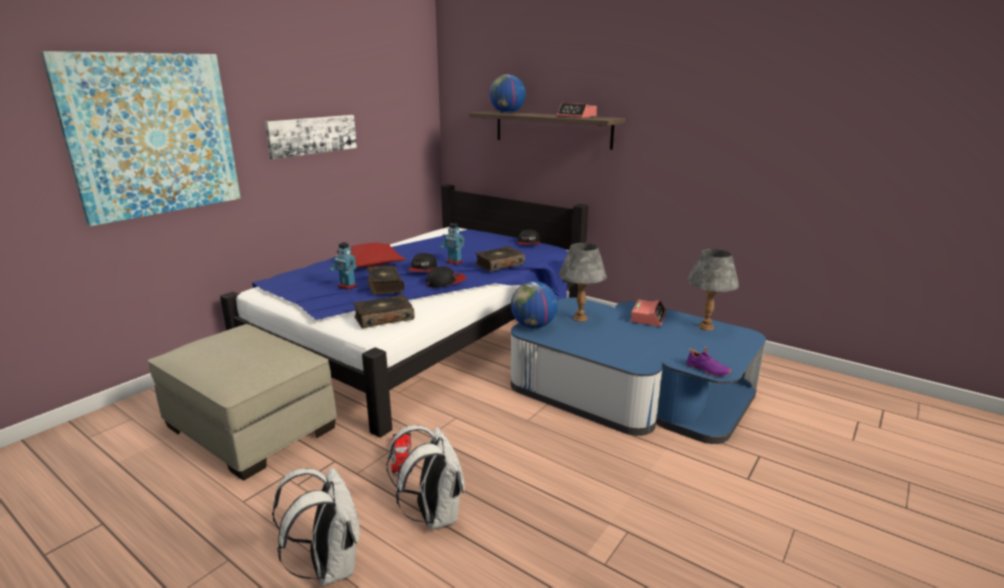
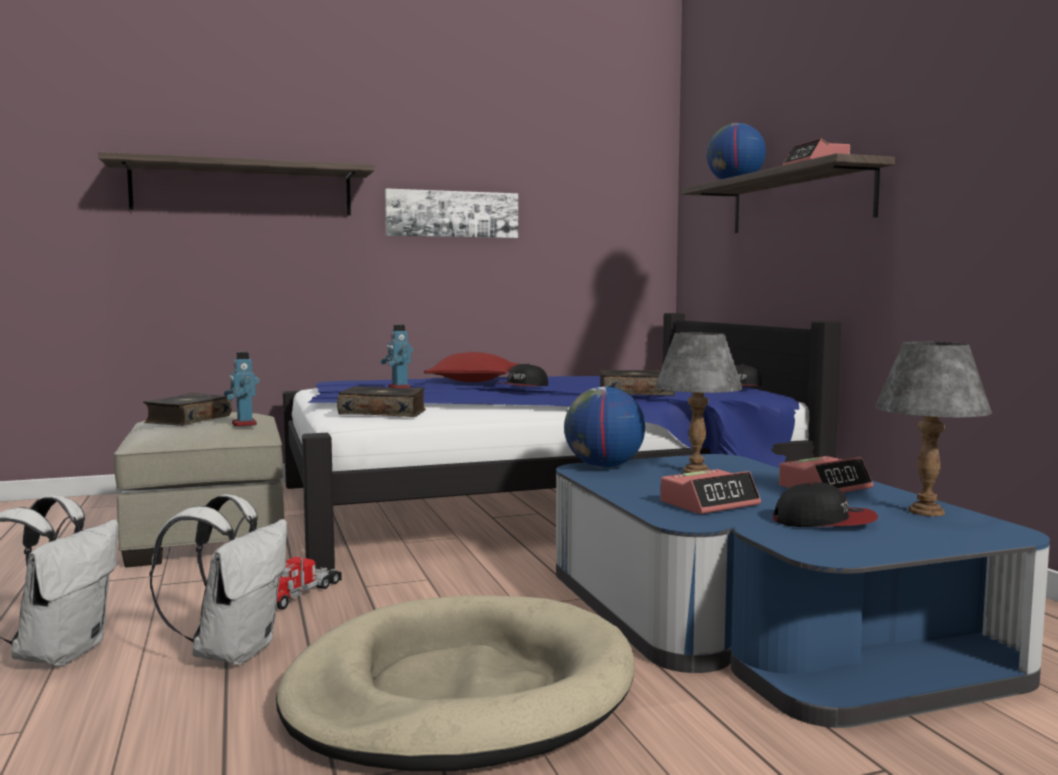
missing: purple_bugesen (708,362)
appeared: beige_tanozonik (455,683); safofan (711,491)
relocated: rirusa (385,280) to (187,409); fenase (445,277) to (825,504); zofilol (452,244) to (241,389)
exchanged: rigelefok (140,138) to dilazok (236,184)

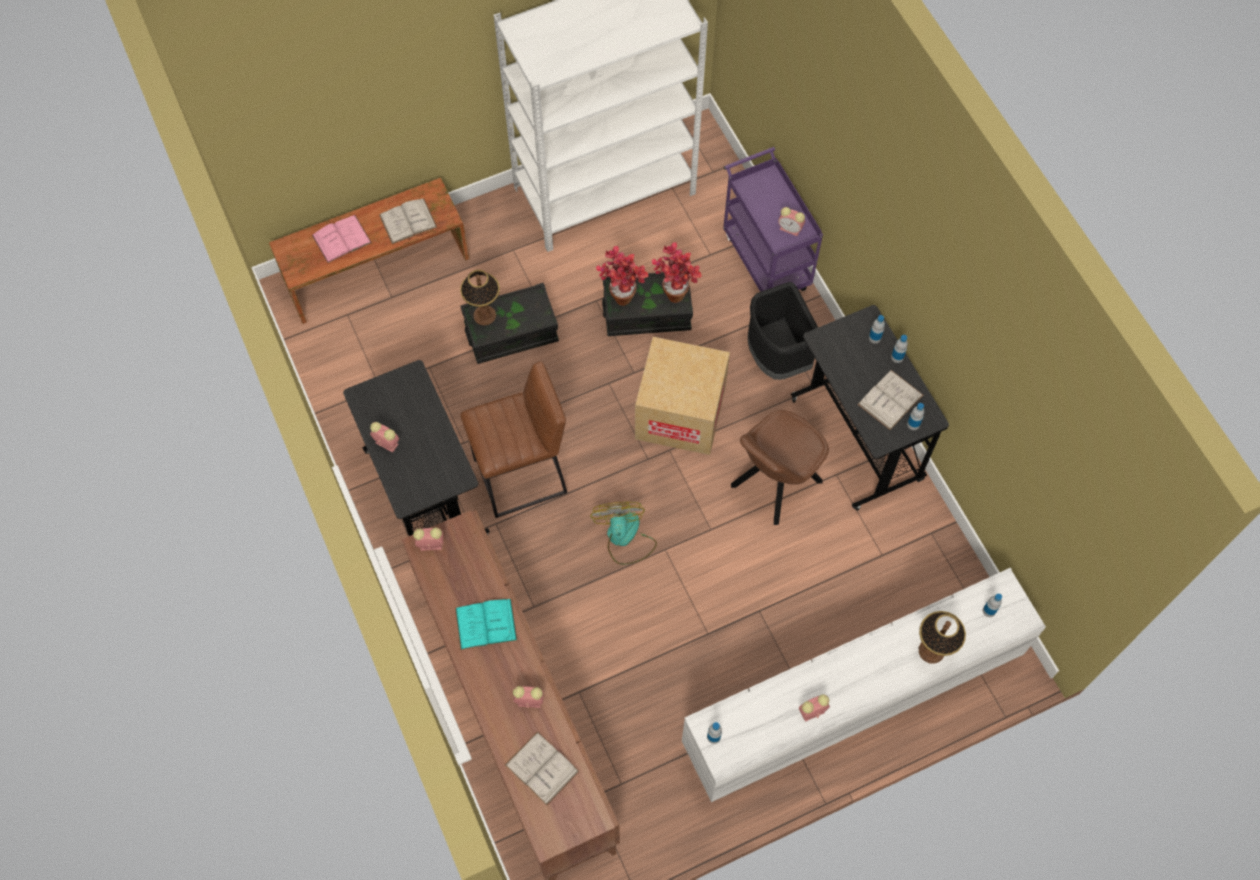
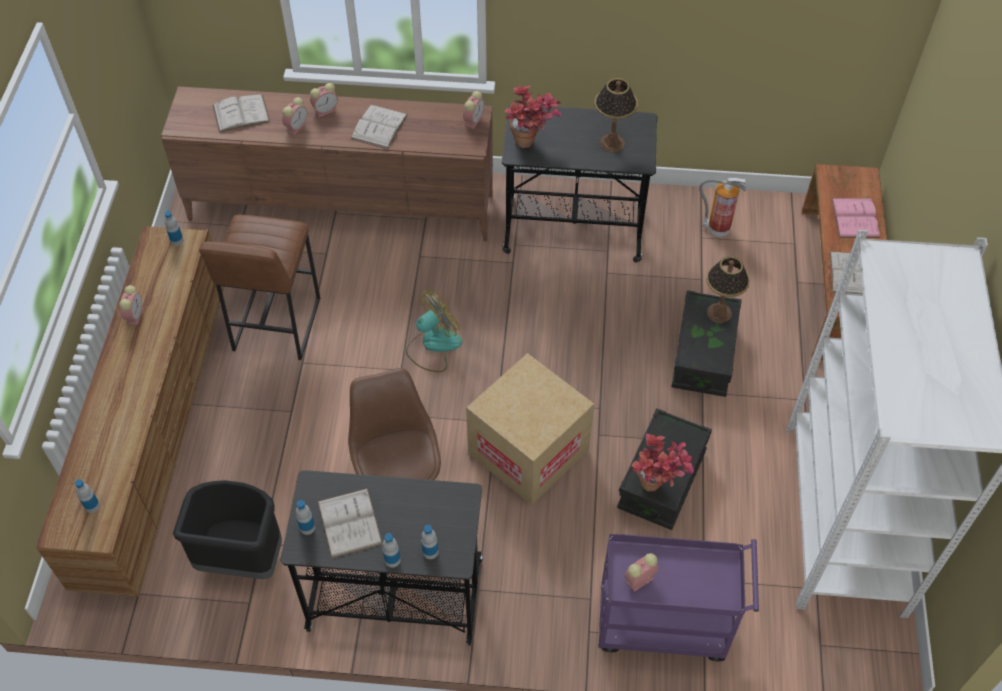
appeared: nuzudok (723,207)
relocated: safofan (384,437) to (324,100); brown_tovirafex (513,440) to (259,287); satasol (622,276) to (532,117); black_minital (783,331) to (227,529); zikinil (942,637) to (616,115)
colour: turquoise_rirusa (486,624) to white_rirusa (379,126); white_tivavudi (864,685) to brown_tivavudi (130,411)
spun: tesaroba (623,533) = (434,330) 60 degrees counterclockwise

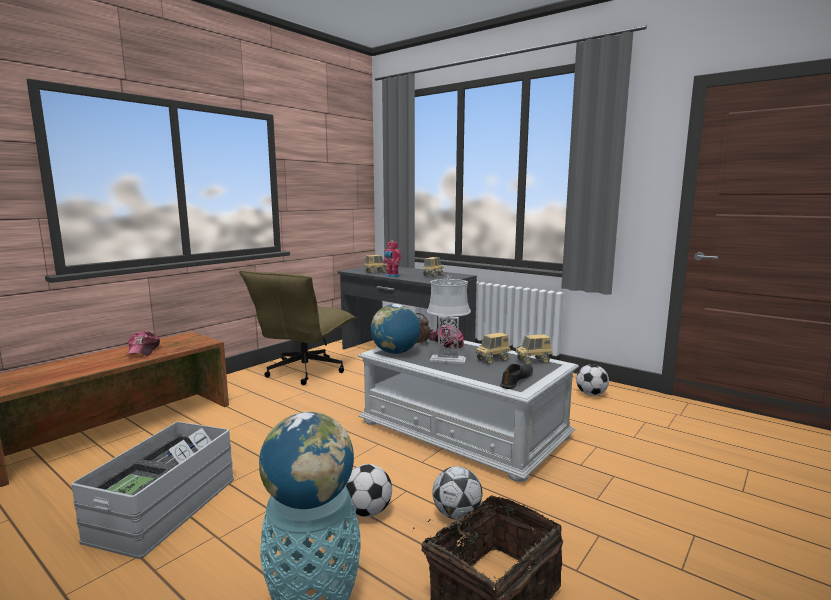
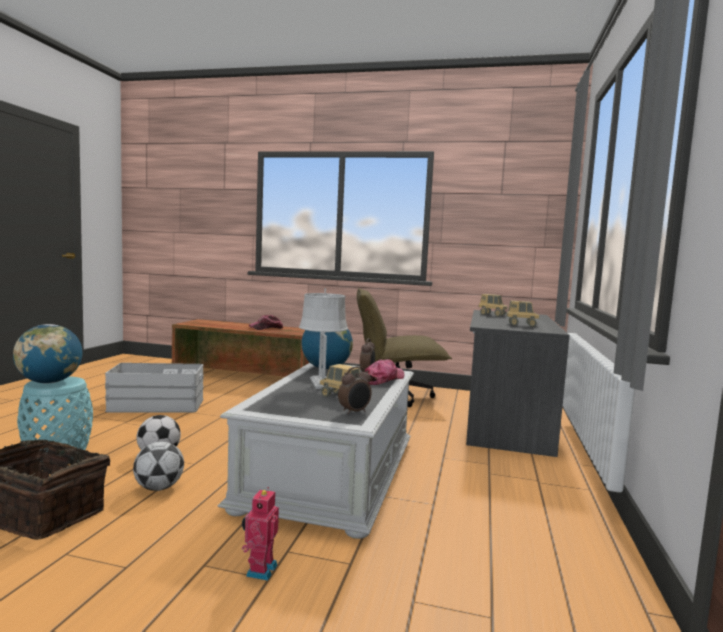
missing: black_bugesen (516,376); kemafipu (592,380)
relocated: zofilol (392,258) to (260,534)
exchanged: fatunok (534,349) to safofan (355,390)

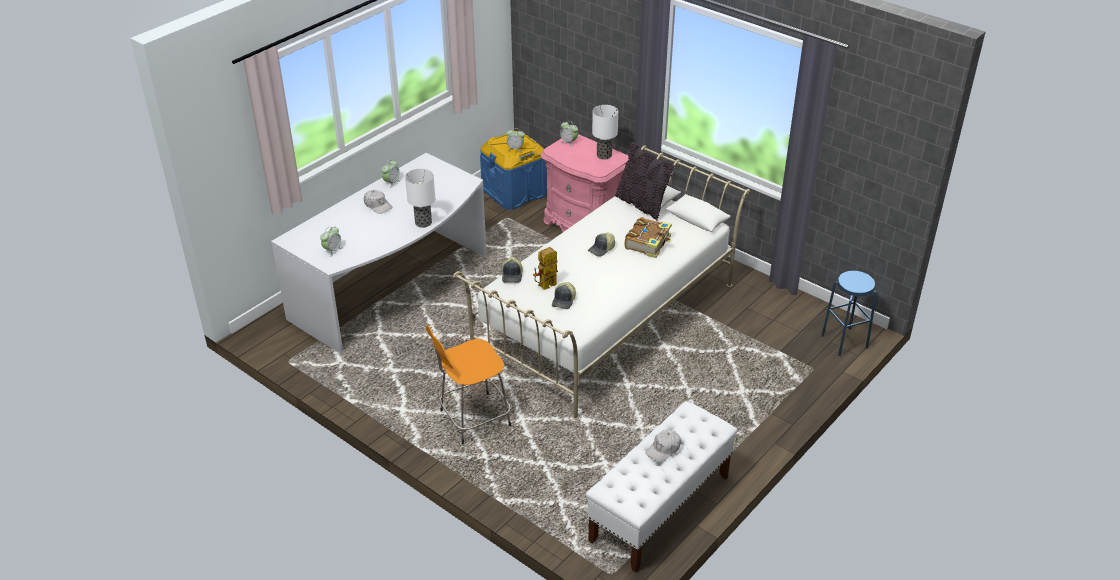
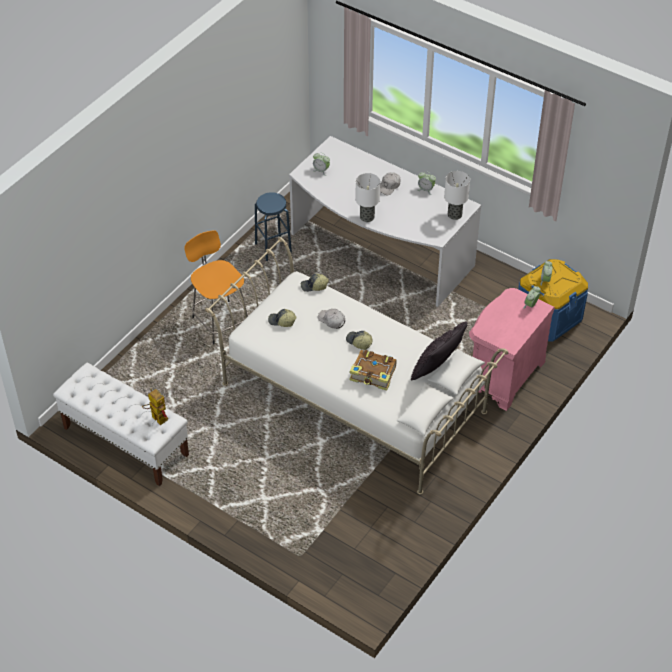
relocated: zofilol (545,268) to (155,406); zikinil (605,132) to (457,195); white_fenase (663,446) to (331,319); blue_tovirafex (849,313) to (273,226)

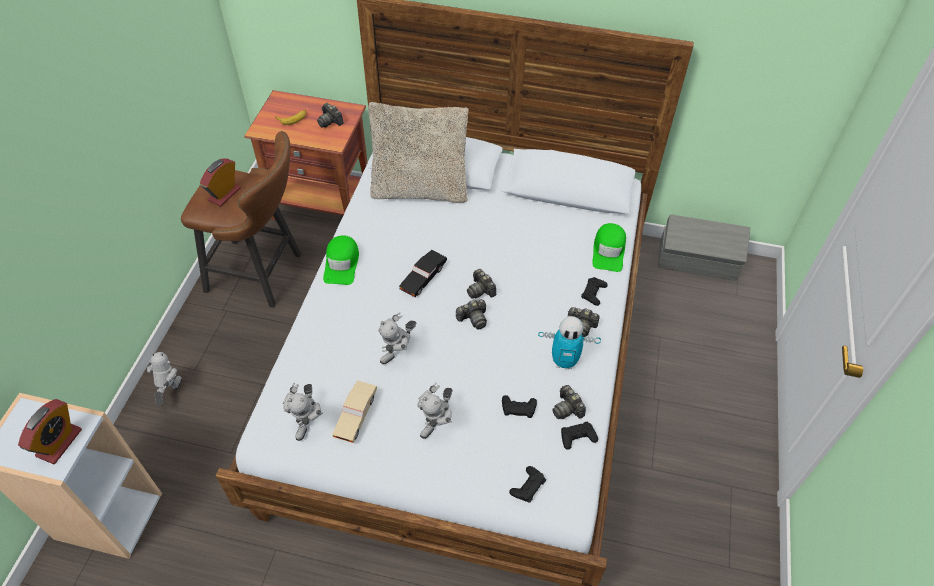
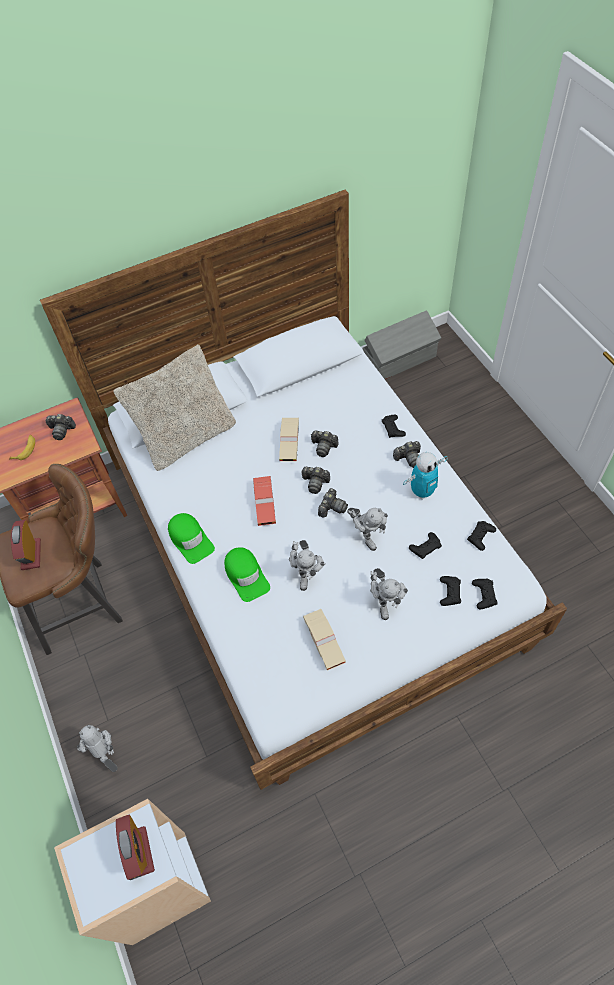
appeared: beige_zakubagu (289,440); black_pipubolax (450,591)
relocated: zofilol (303,412) to (367,529); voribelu (569,402) to (325,443); green_fenase (609,247) to (247,574)
colour: black_zakubagu (423,273) to red_zakubagu (264,501)

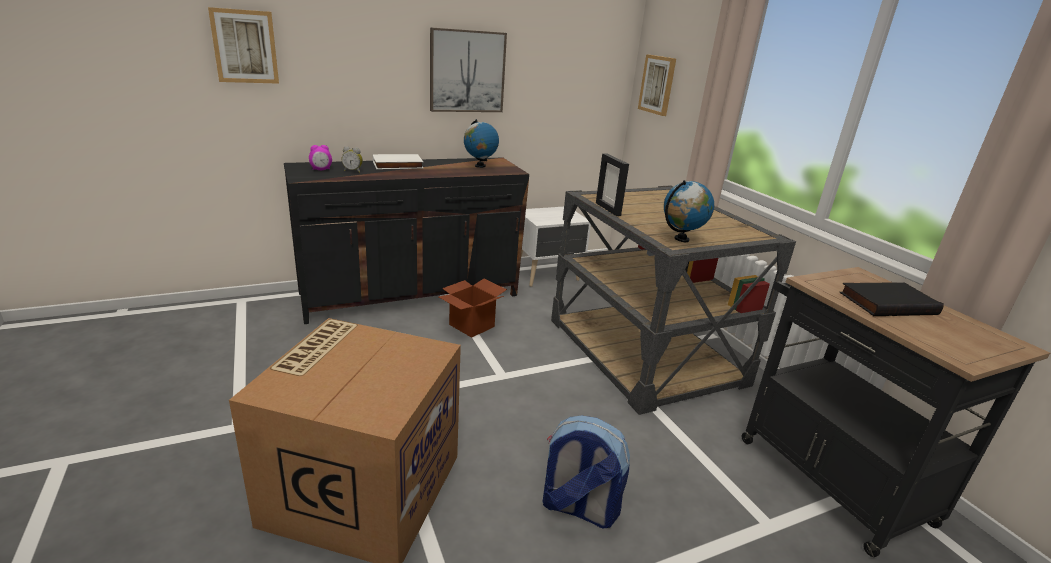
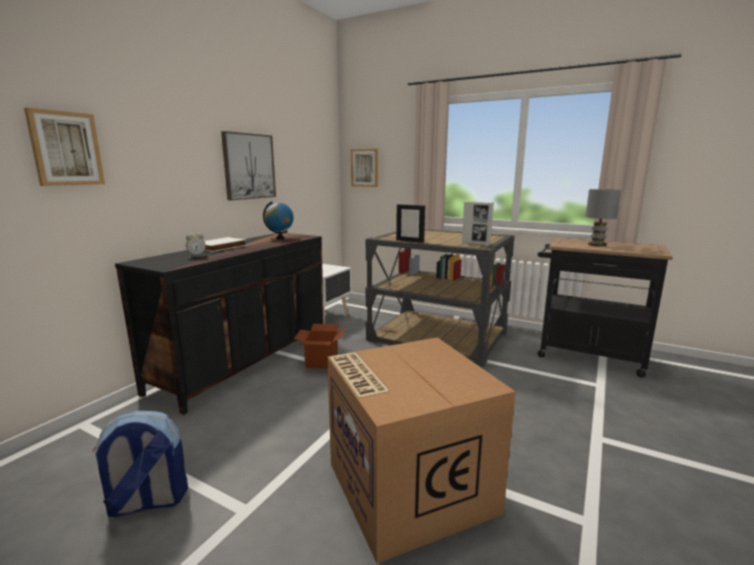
missing: safofan (320,157)
relocated: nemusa (586,472) to (140,463)
exchanged: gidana (689,211) to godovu (478,223); black_rirusa (891,299) to grey_zikinil (603,218)

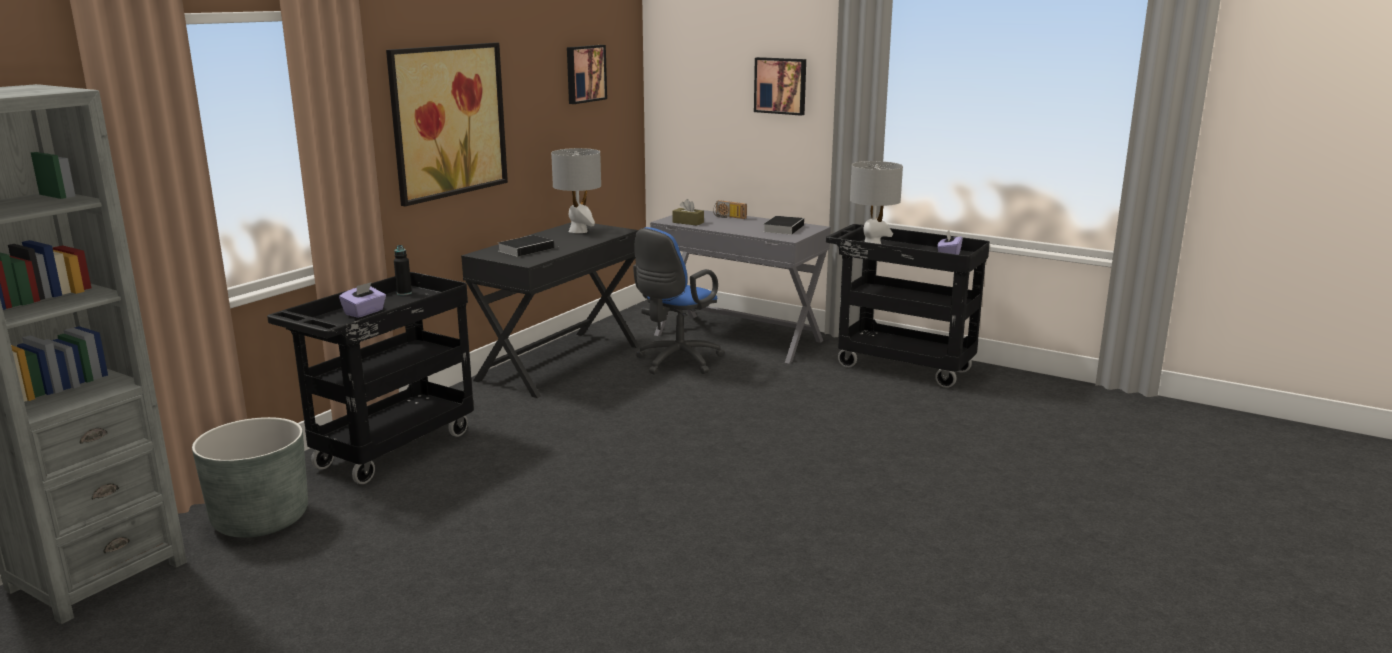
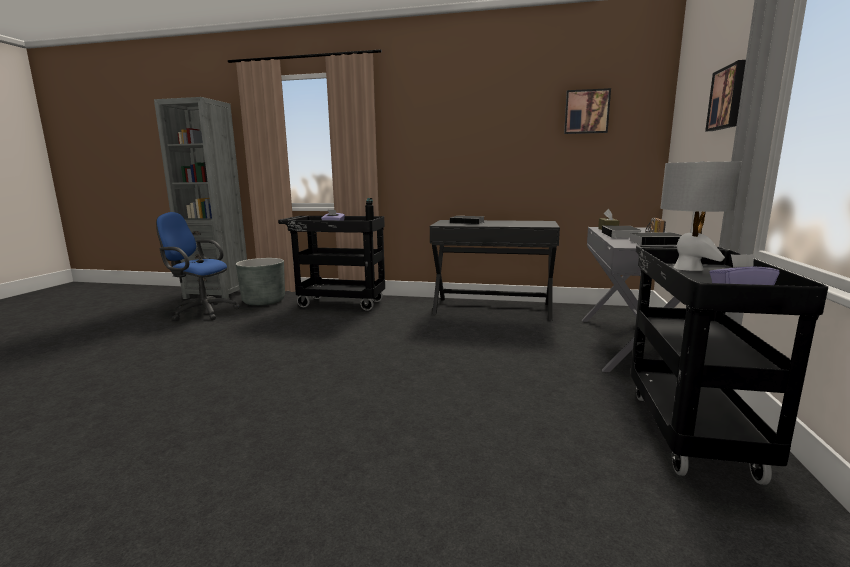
missing: rigelefok (447,124); grey_zikinil (576,190)
appeared: rirusa (621,232)
relocated: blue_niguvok (679,301) to (198,266)

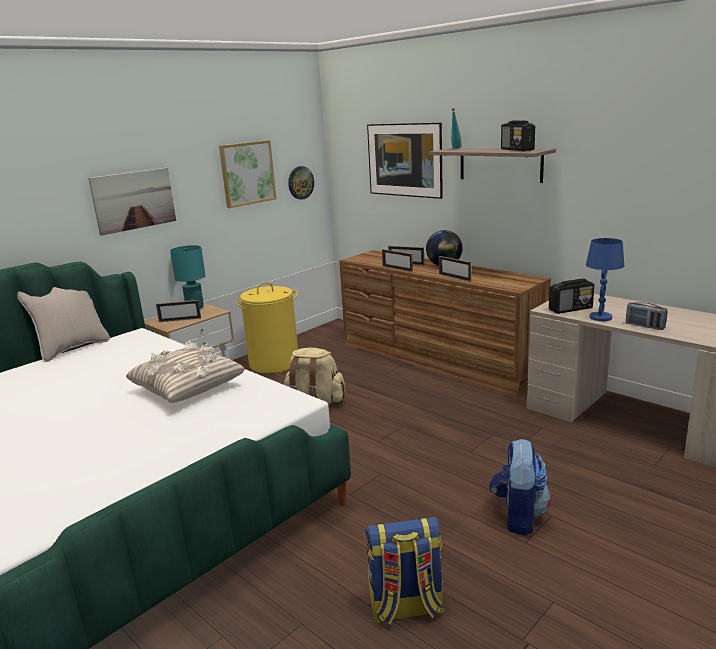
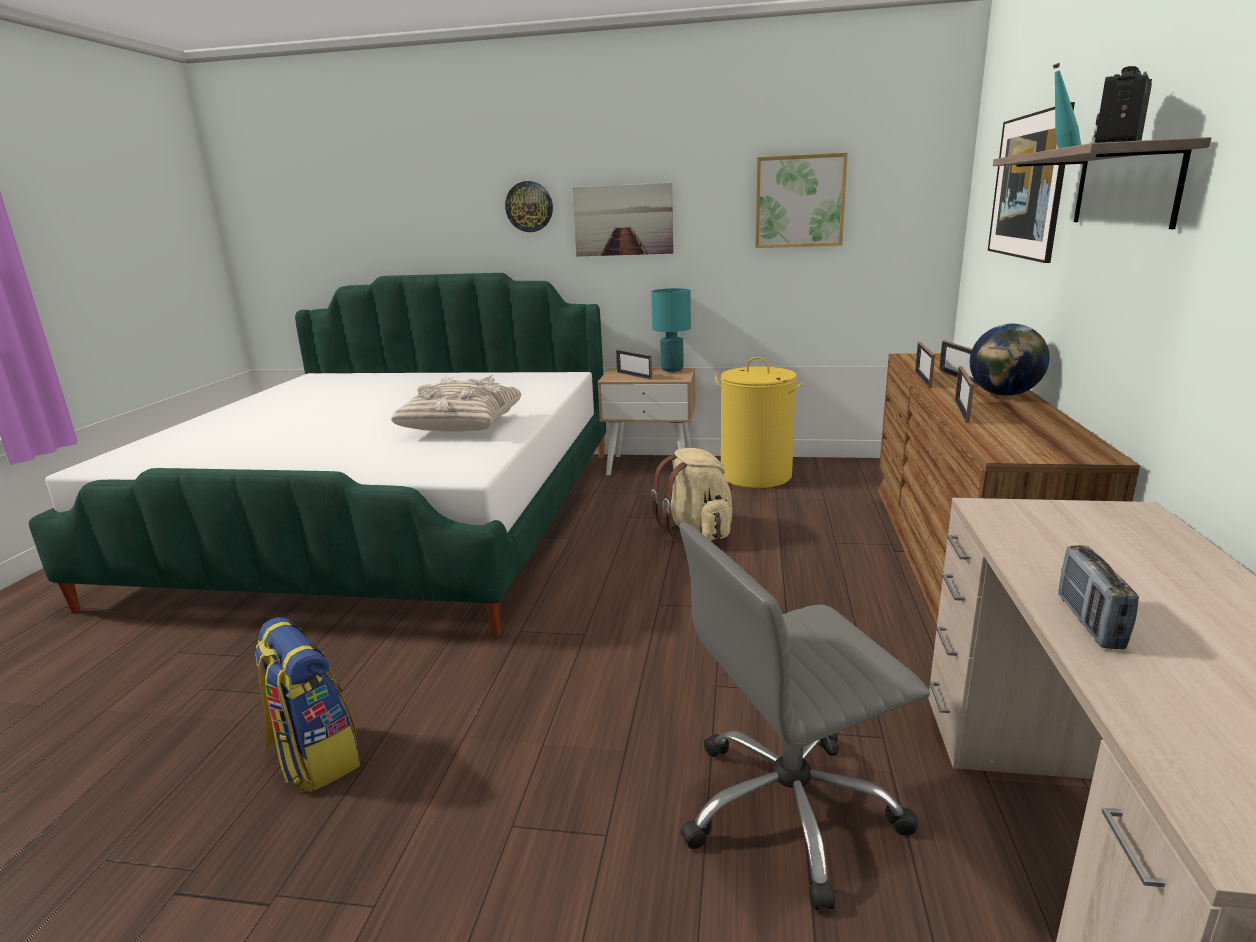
missing: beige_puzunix (63,324); nemusa (520,487); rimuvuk (571,296); blue_zikinil (605,279)
appeared: grey_niguvok (804,716)
relocated: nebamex (301,183) to (529,206)

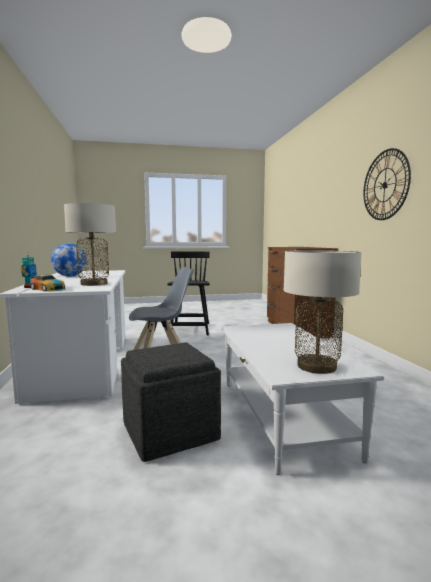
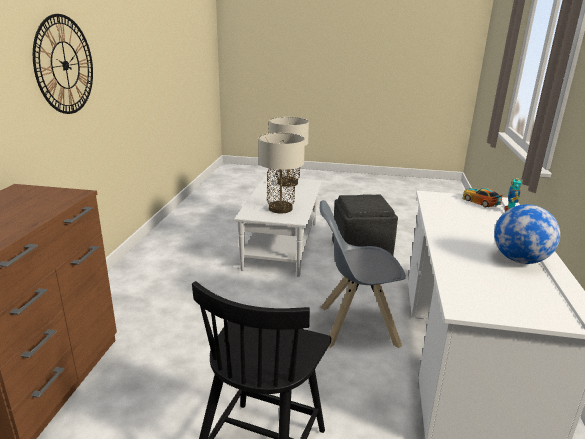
relocated: zikinil (90,244) to (281,173)

